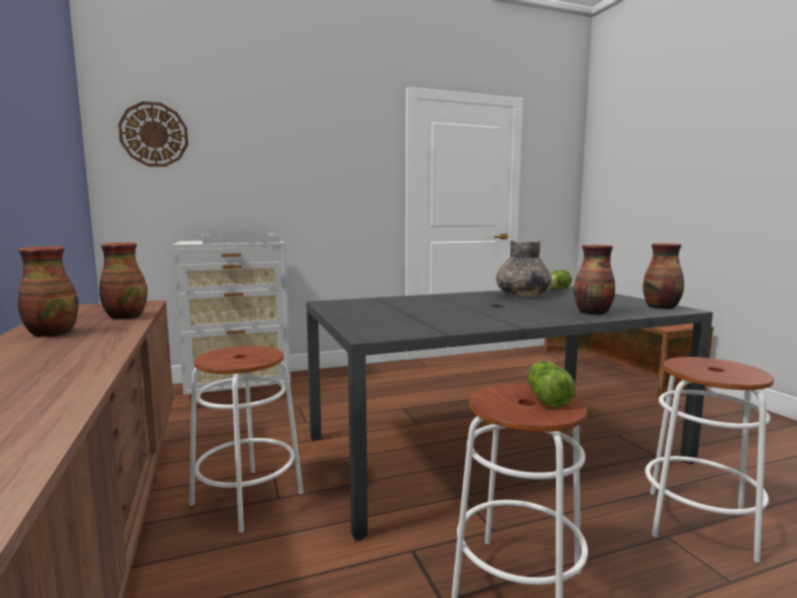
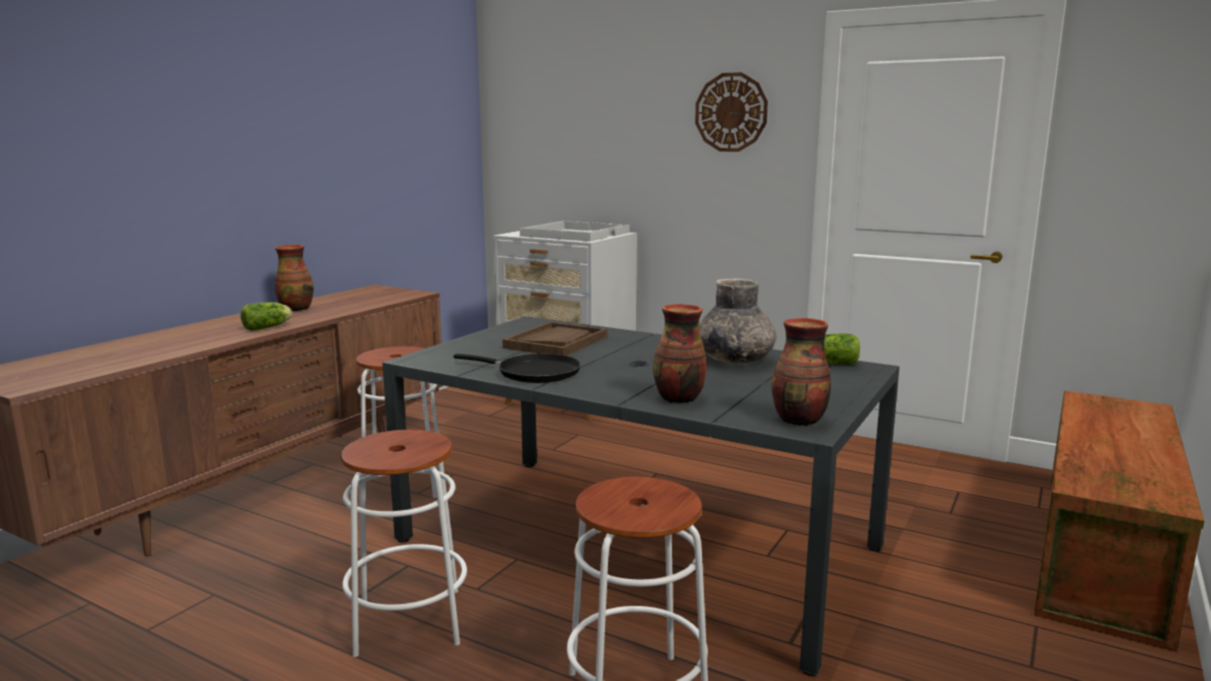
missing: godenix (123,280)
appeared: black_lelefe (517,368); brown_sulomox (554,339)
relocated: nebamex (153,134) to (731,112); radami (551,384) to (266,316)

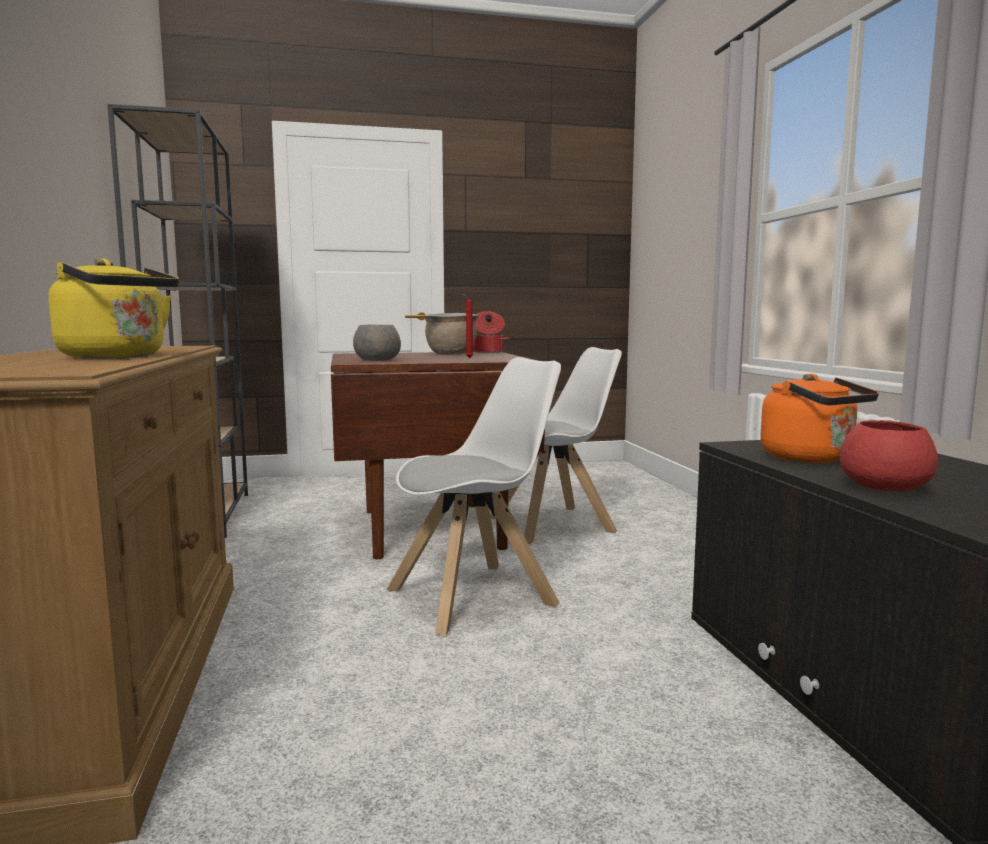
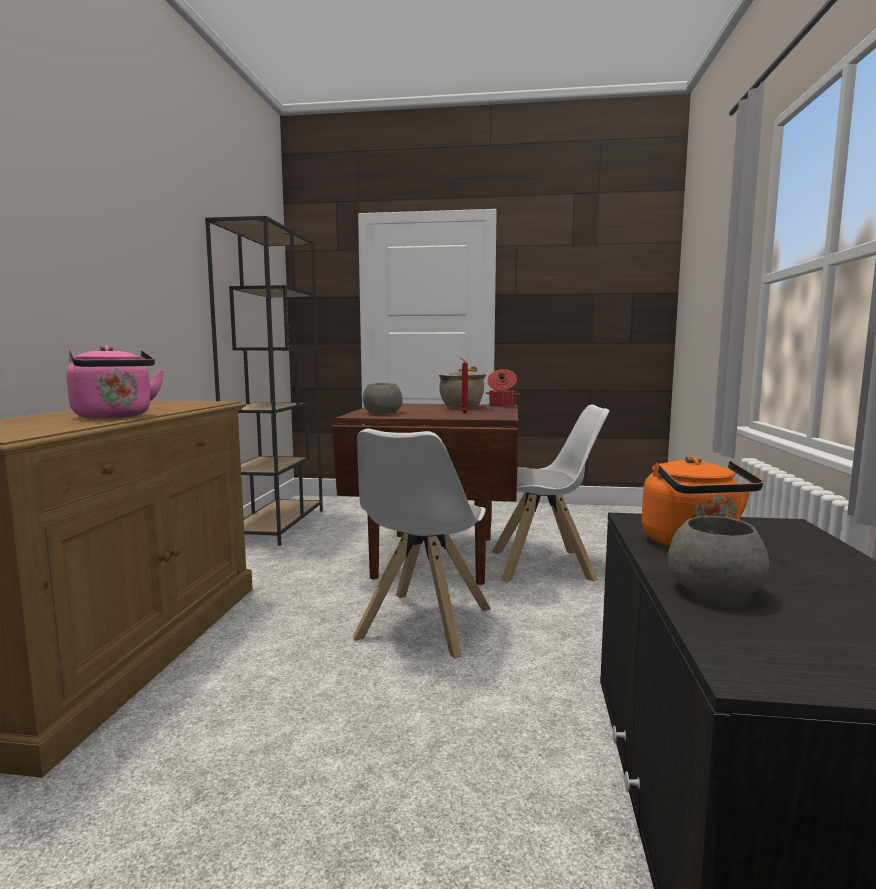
colour: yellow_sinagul (113,308) to pink_sinagul (115,381); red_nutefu (889,455) to grey_nutefu (718,558)
spun: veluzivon (474,496) = (422,543) 120 degrees clockwise

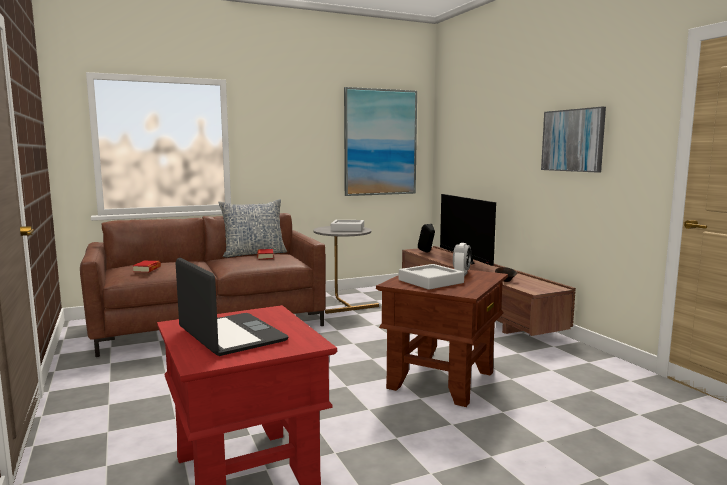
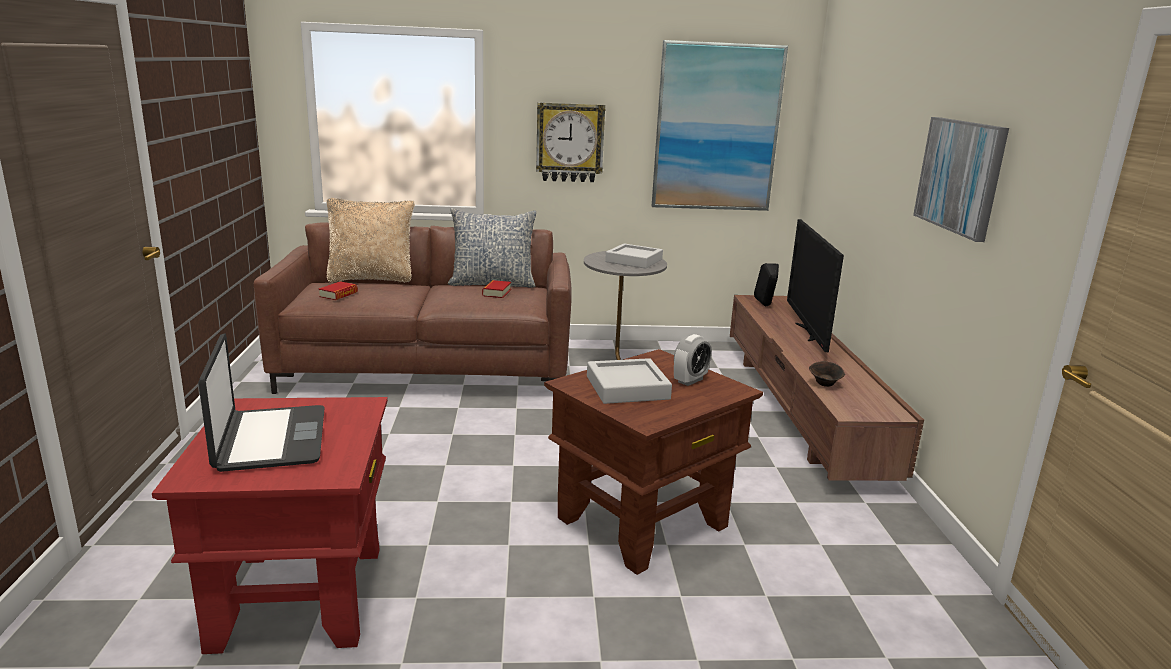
appeared: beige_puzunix (370,240); nebamex (570,142)

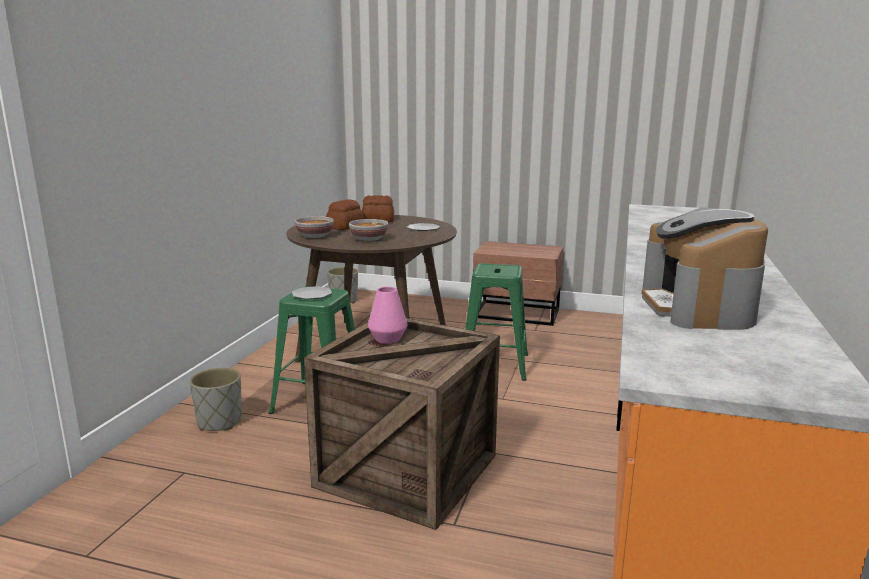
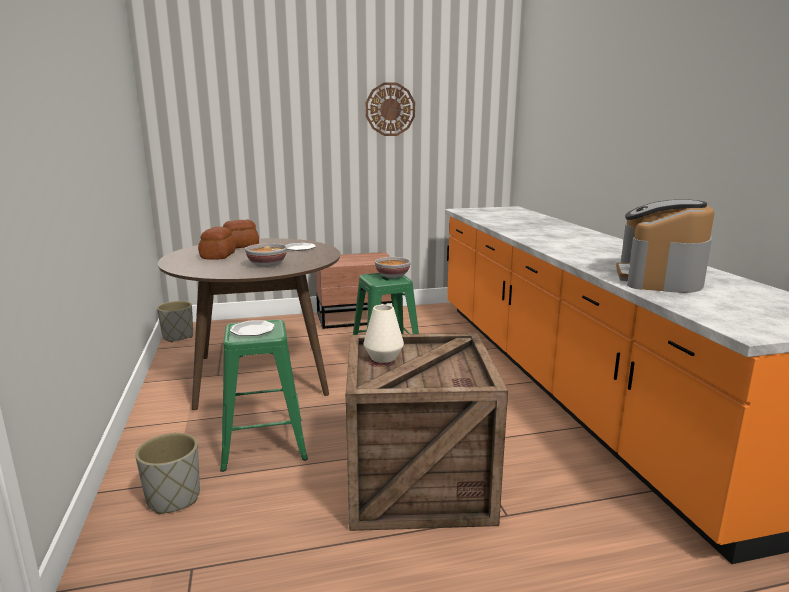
appeared: nebamex (390,109)
relocated: nutefu (314,227) to (393,267)
colour: pink_godenix (388,315) to white_godenix (383,334)
spun: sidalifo (705,268) = (665,246) 45 degrees clockwise

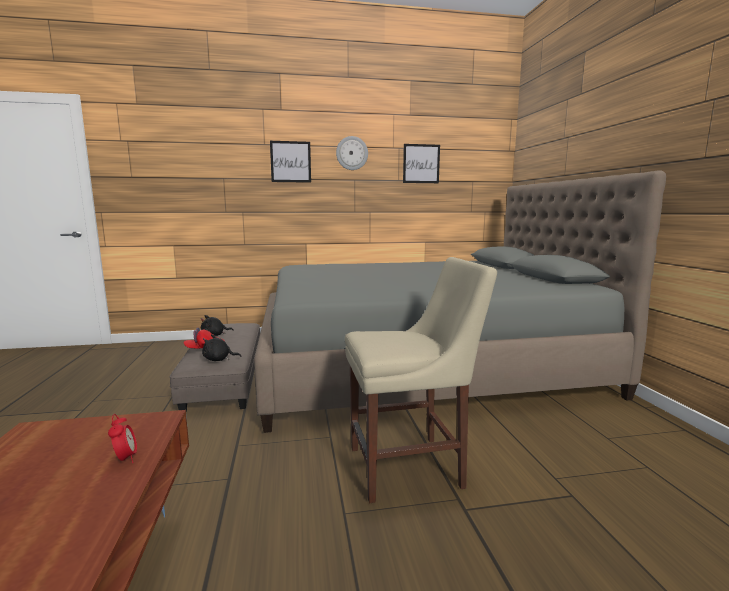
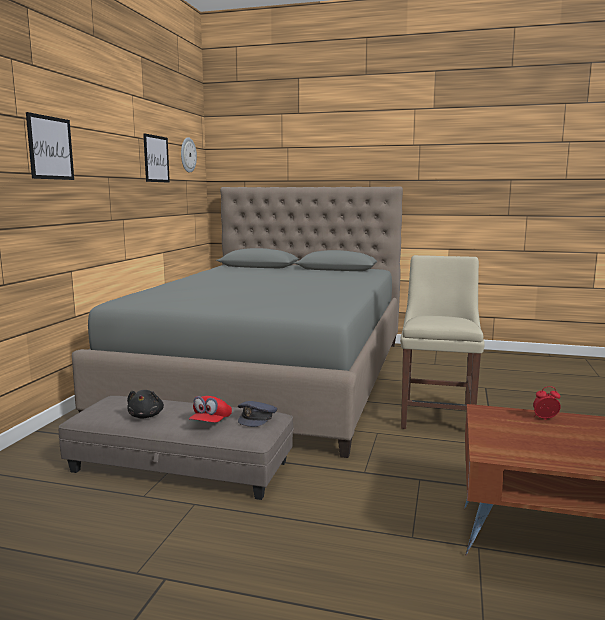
relocated: nebamex (352,153) to (189,155)
exchanged: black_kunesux (221,347) to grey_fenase (257,414)

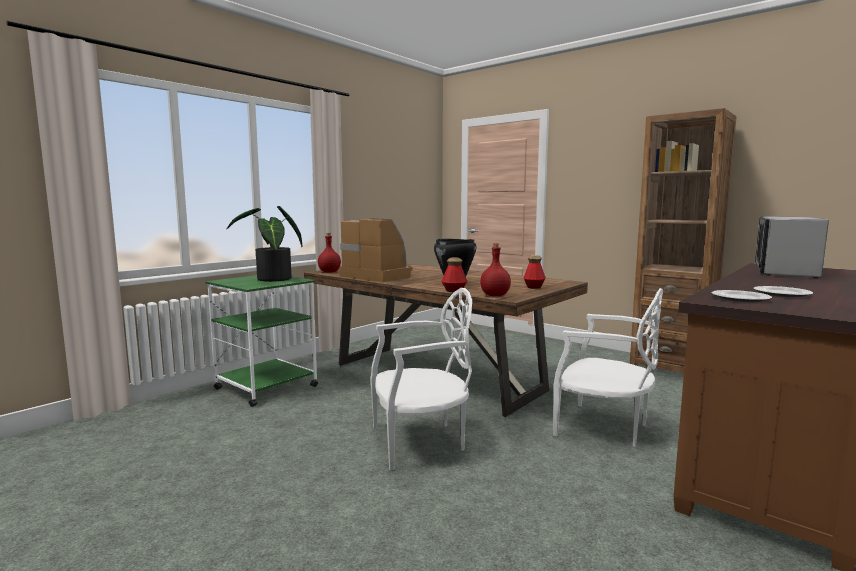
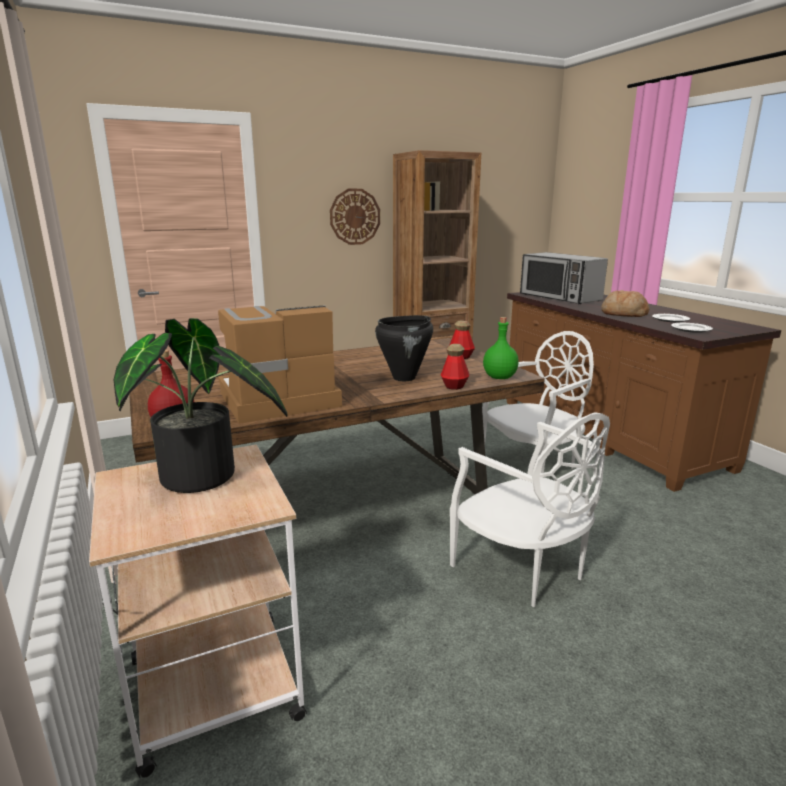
appeared: nebamex (355,217); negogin (625,303)
colour: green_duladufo (261,341) to beige_duladufo (198,611); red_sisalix (495,269) to green_sisalix (501,348)
spun: white_veluzivon (421,379) = (530,509) 135 degrees clockwise

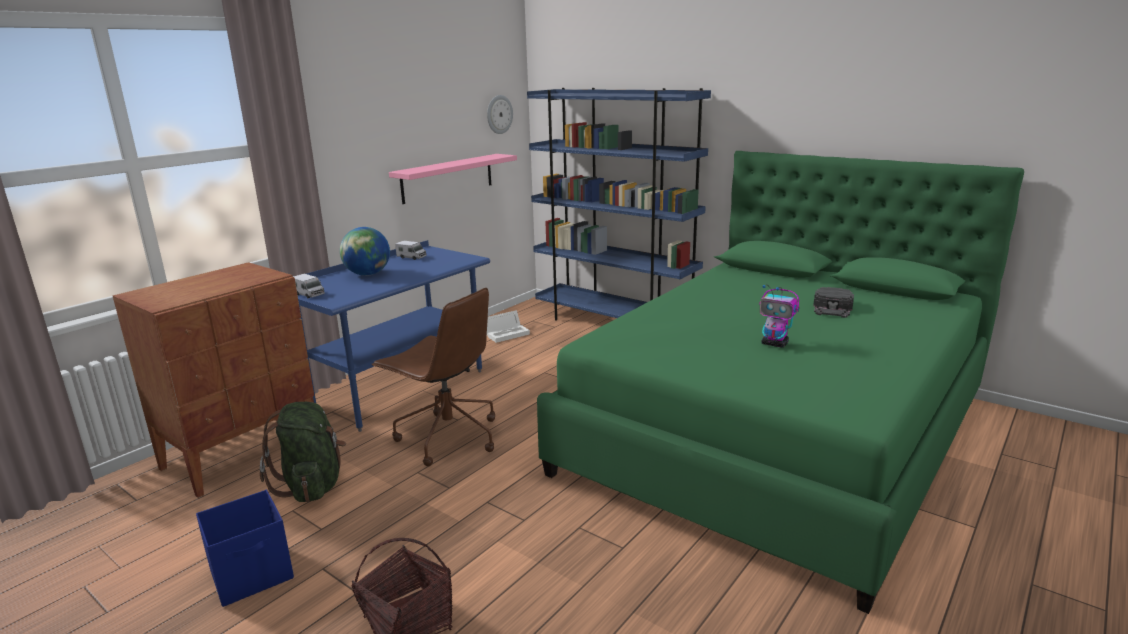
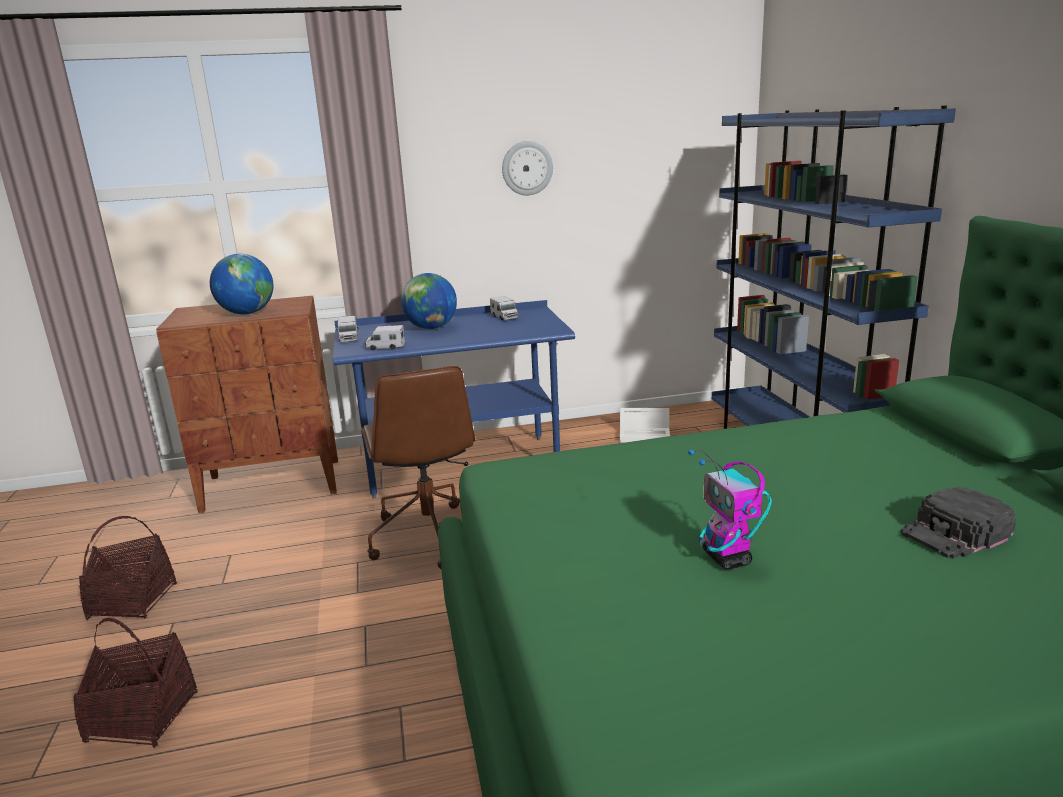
missing: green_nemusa (303,452); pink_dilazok (453,179)
appeared: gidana (242,284); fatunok (385,338)
relocated: nebamex (500,114) to (527,168)
exchanged: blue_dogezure (245,548) to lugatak (128,568)

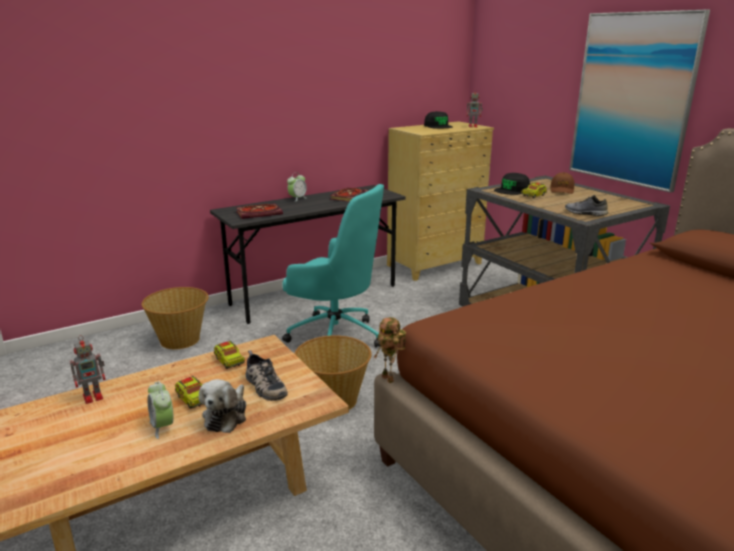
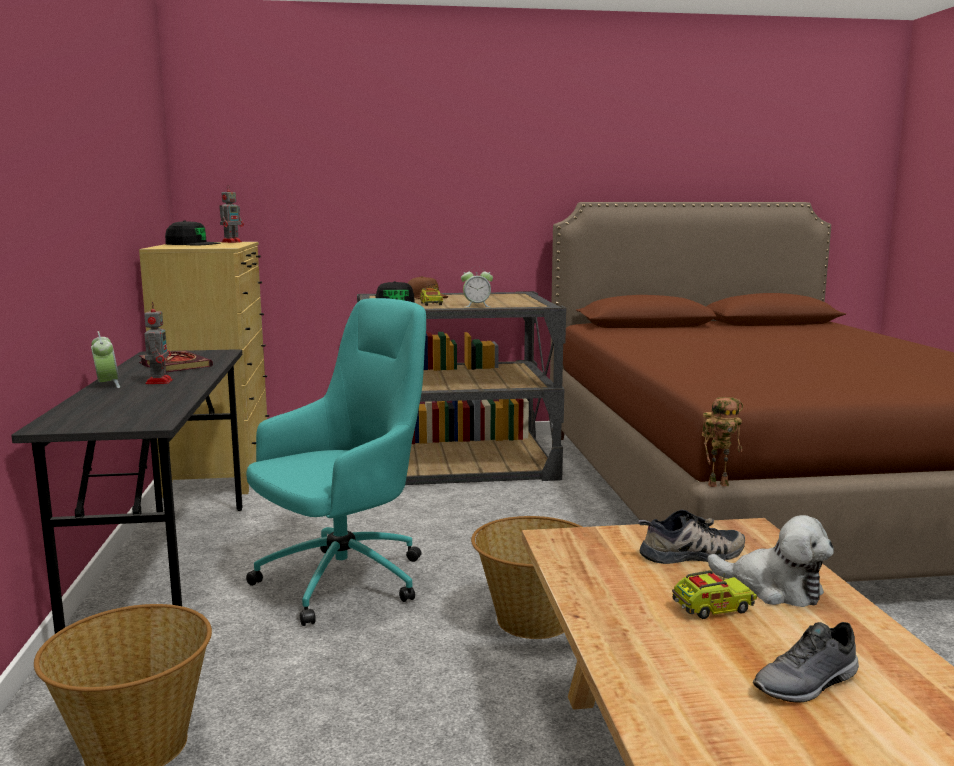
missing: fatunok (229,355); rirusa (259,211); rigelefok (639,101)
relocated: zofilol (88,369) to (158,343); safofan (161,410) to (477,286); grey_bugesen (586,205) to (806,662)

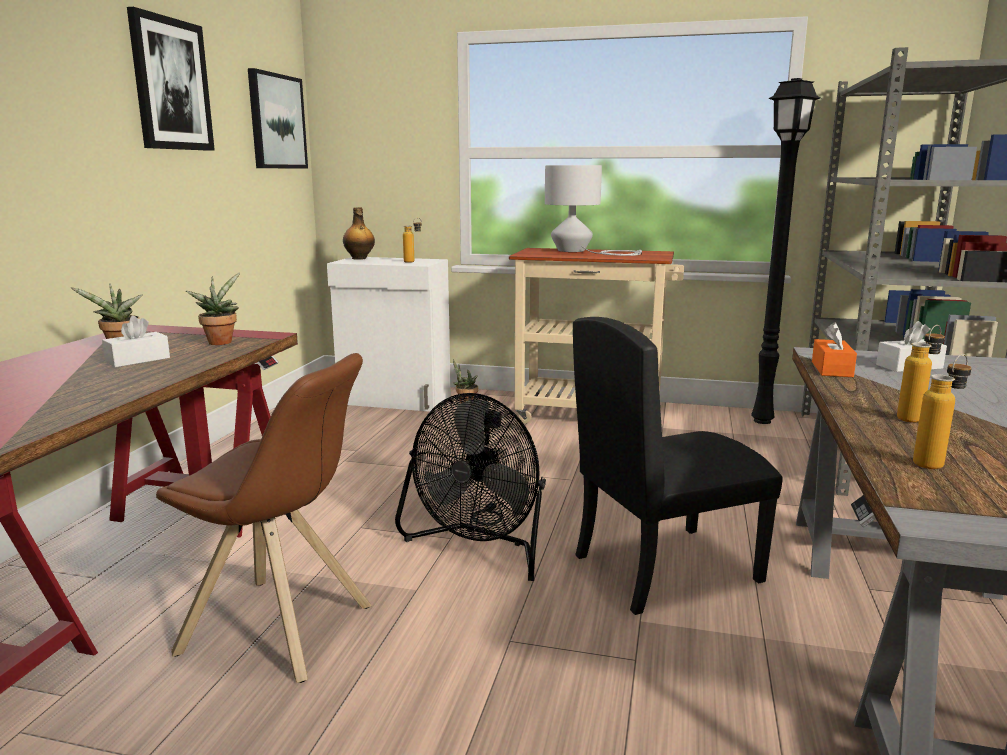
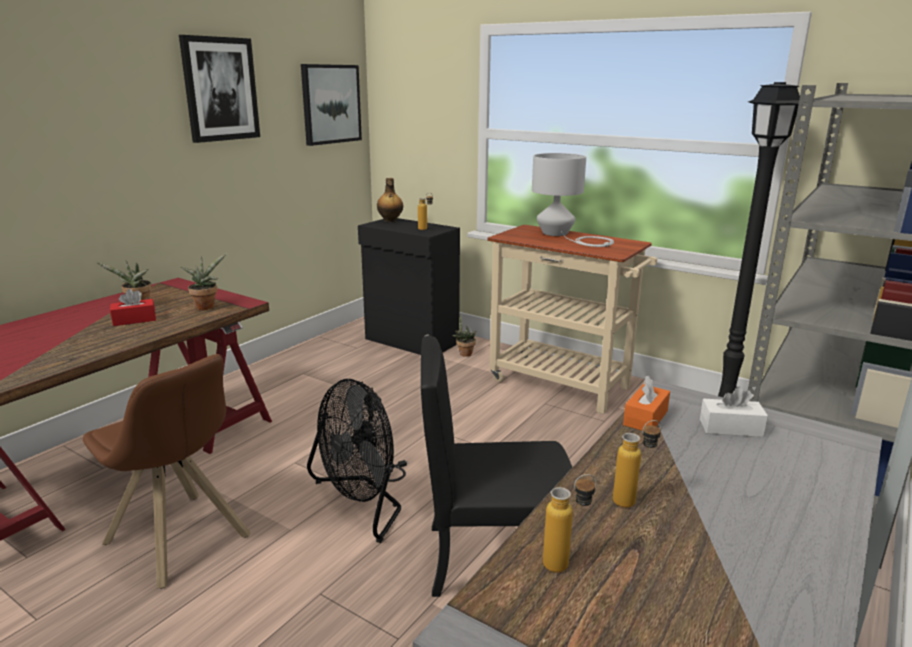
colour: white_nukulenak (136,341) to red_nukulenak (133,307); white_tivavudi (389,334) to black_tivavudi (409,286)

